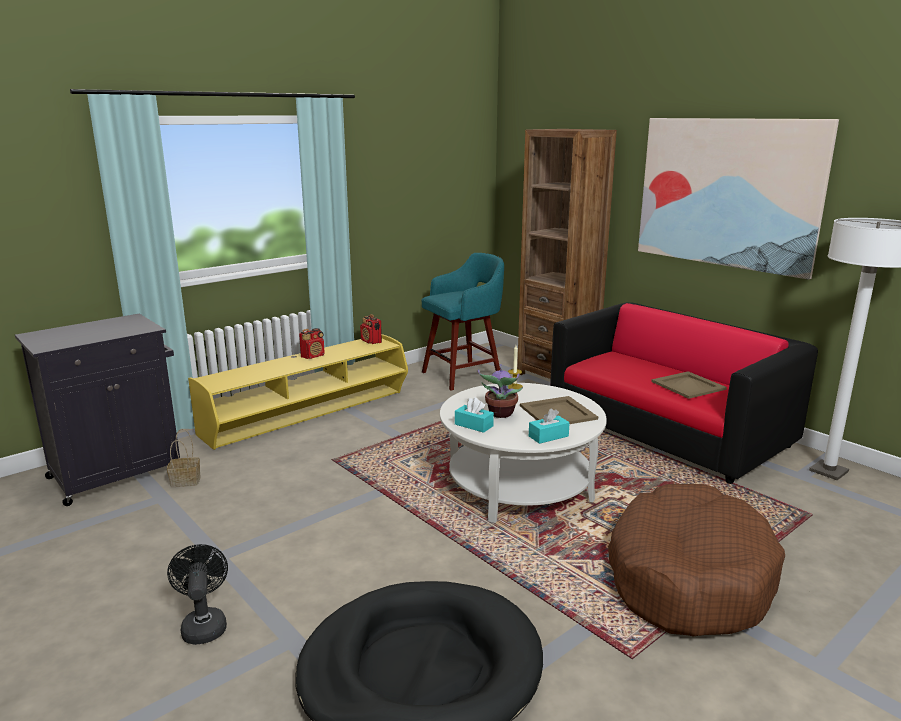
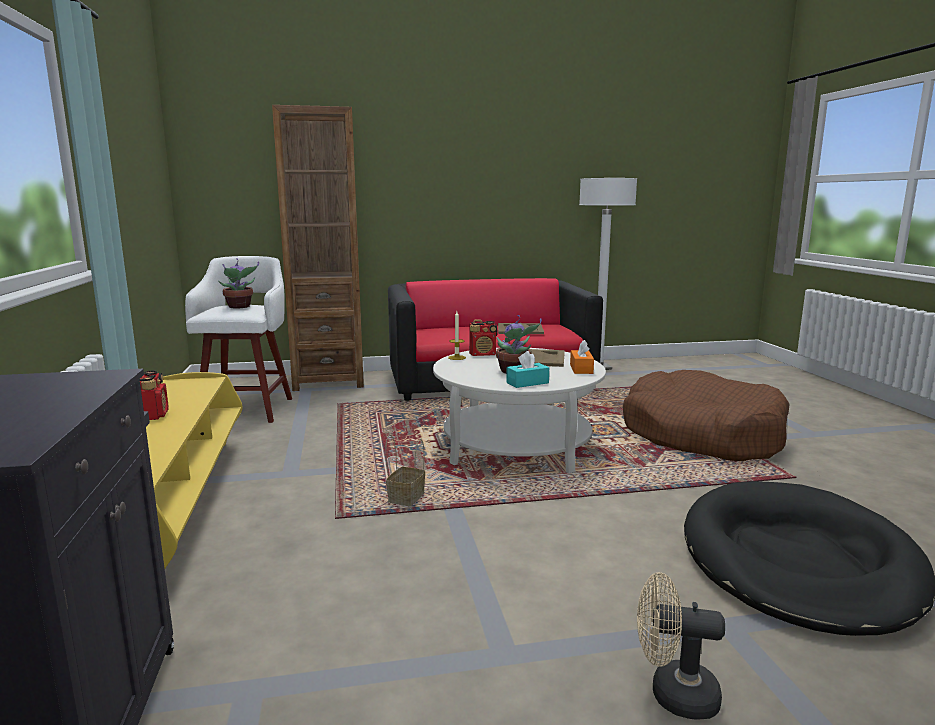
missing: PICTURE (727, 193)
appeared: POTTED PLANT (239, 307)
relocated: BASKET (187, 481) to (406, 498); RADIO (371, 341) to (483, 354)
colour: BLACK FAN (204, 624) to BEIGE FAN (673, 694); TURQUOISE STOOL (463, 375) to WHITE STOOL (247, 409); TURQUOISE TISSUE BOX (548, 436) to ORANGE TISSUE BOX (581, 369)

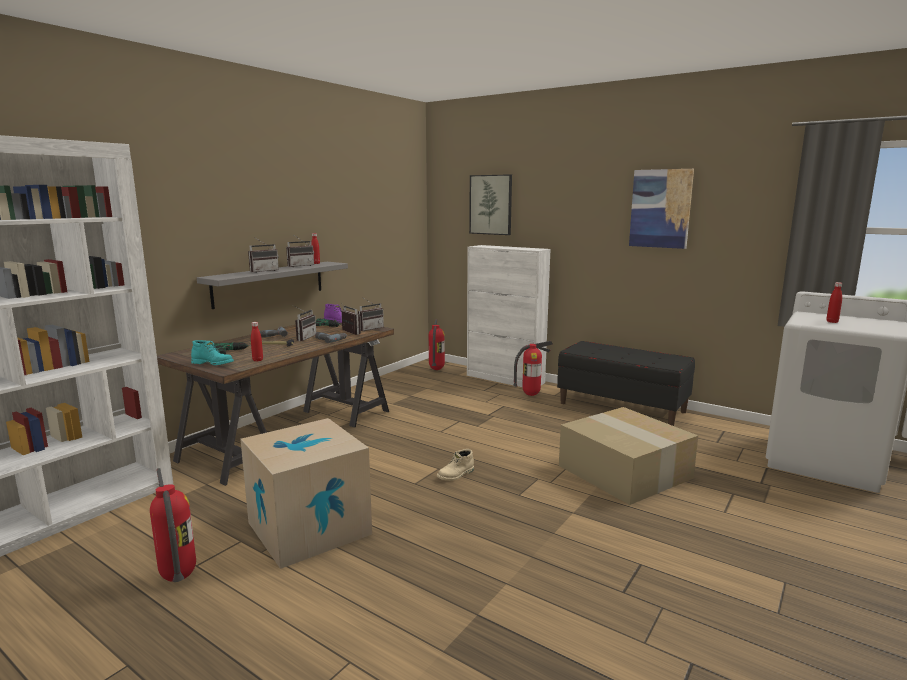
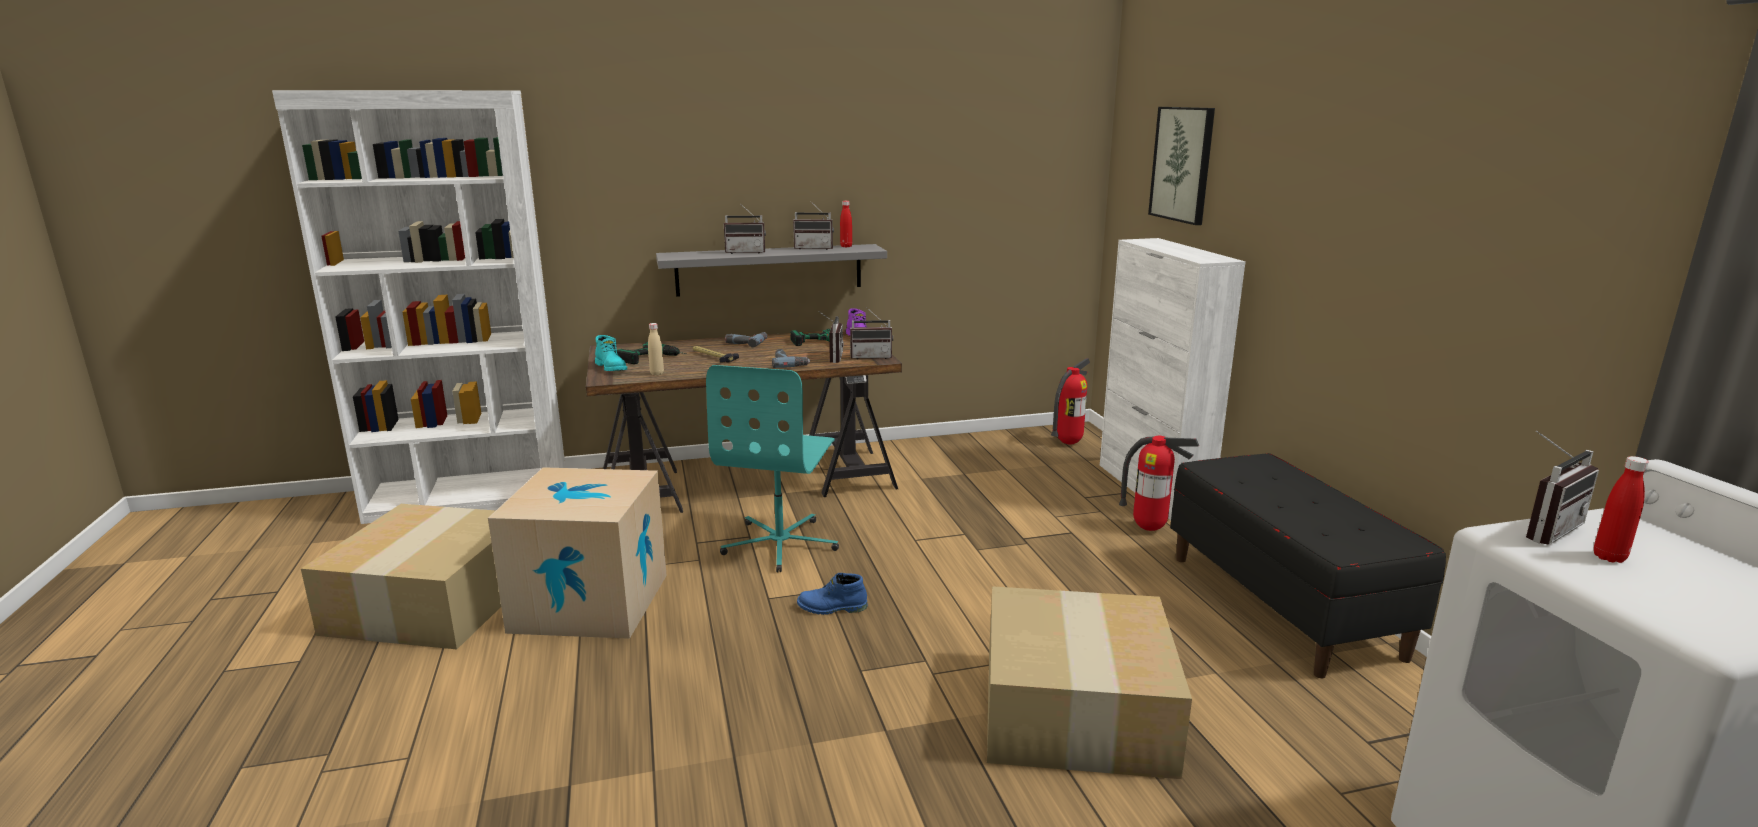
missing: PICTURE (660, 208)
appeared: TURQUOISE OFFICE CHAIR (781, 544)
relocated: RADIO (303, 338) to (1542, 528)
exchanged: FIRE EXTINGUISHER (177, 578) to CARDBOARD BOX (431, 601)
colour: RED BOTTLE (257, 360) to BEIGE BOTTLE (657, 374); BEIGE BOOT (456, 475) to BLUE BOOT (832, 608)

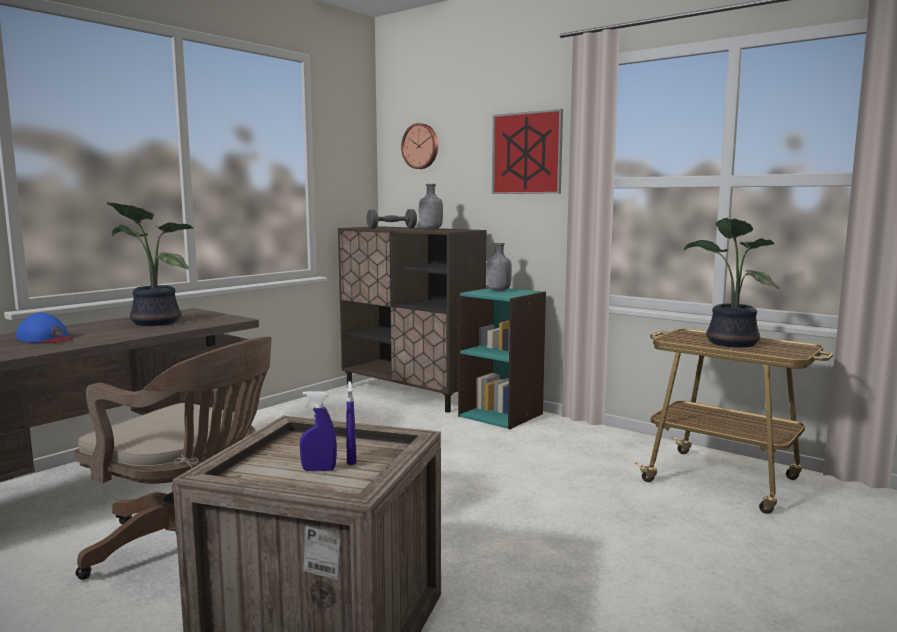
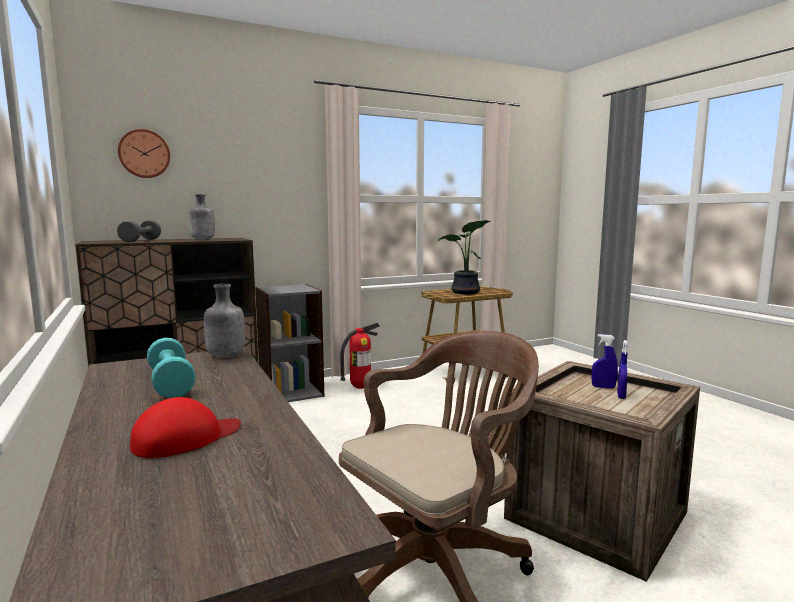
missing: PICTURE (527, 153)
appeared: FIRE EXTINGUISHER (360, 387)
relocated: GREY BOTTLE (498, 290) to (225, 356)
exchanged: POTTED PLANT (152, 322) to TURQUOISE DUMBBELL (171, 383)
colour: BLUE CAP (46, 338) to RED CAP (186, 438); TURQUOISE BOOKCASE (501, 415) to GREY BOOKCASE (291, 392)

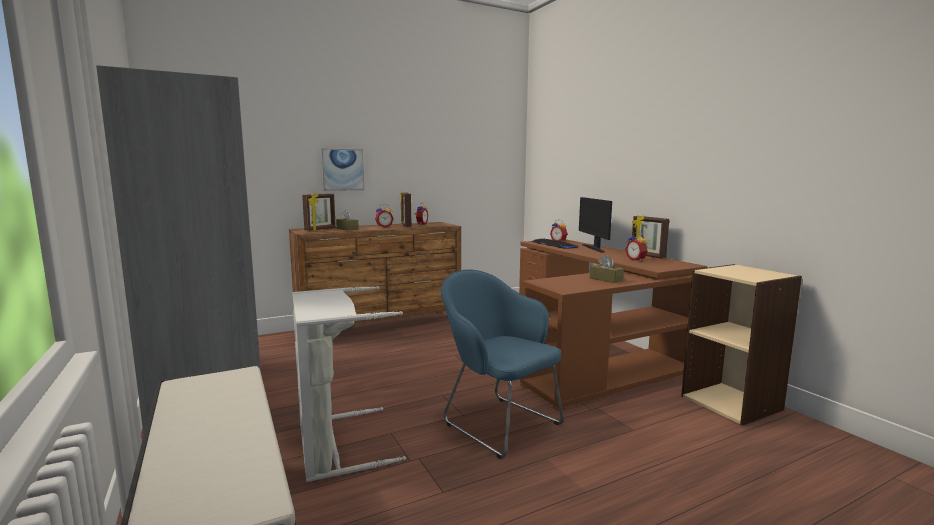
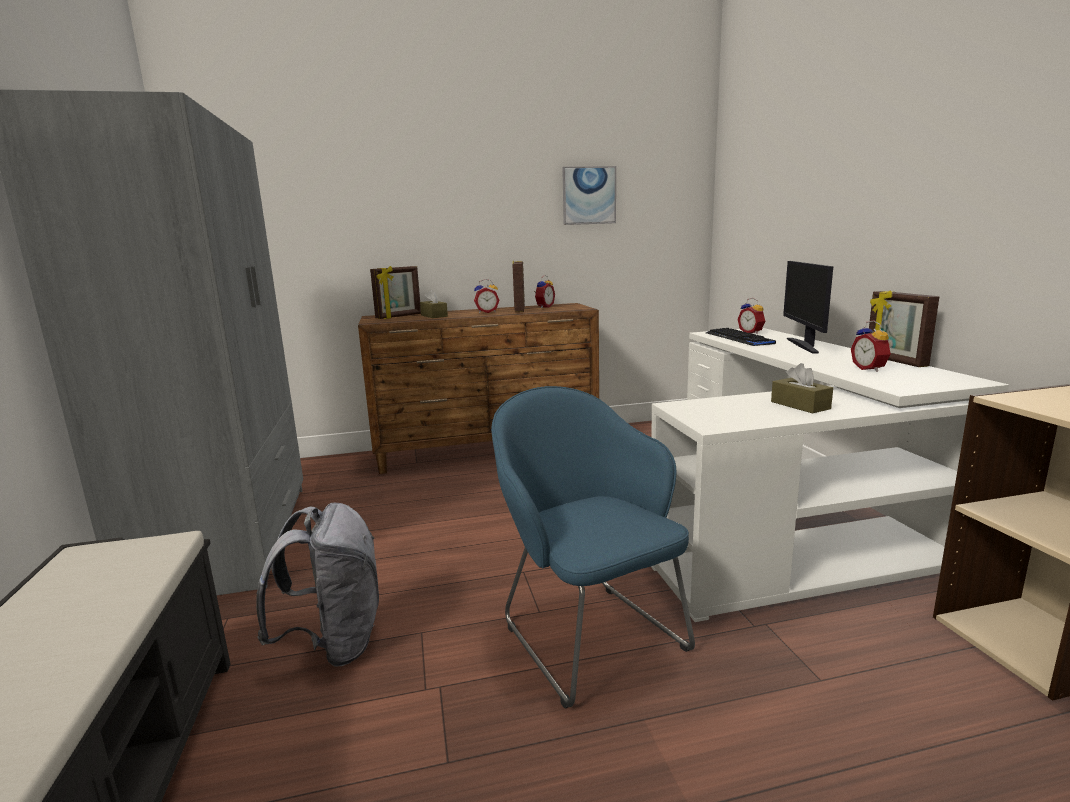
relocated: PICTURE (342, 169) to (589, 195)
exchanged: GREY LAUNDRY BASKET (334, 445) to GREY BACKPACK (335, 643)
colour: BROWN DESK (592, 354) to WHITE DESK (787, 518)

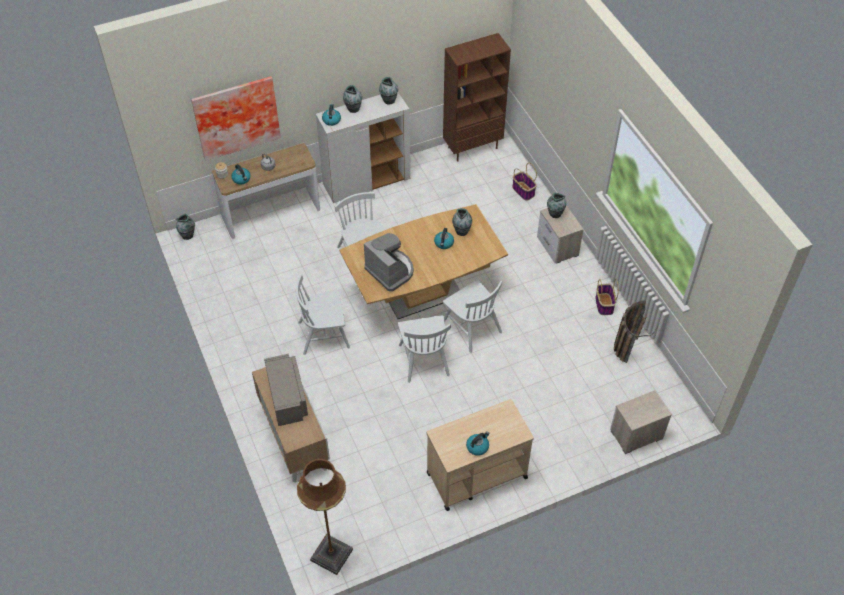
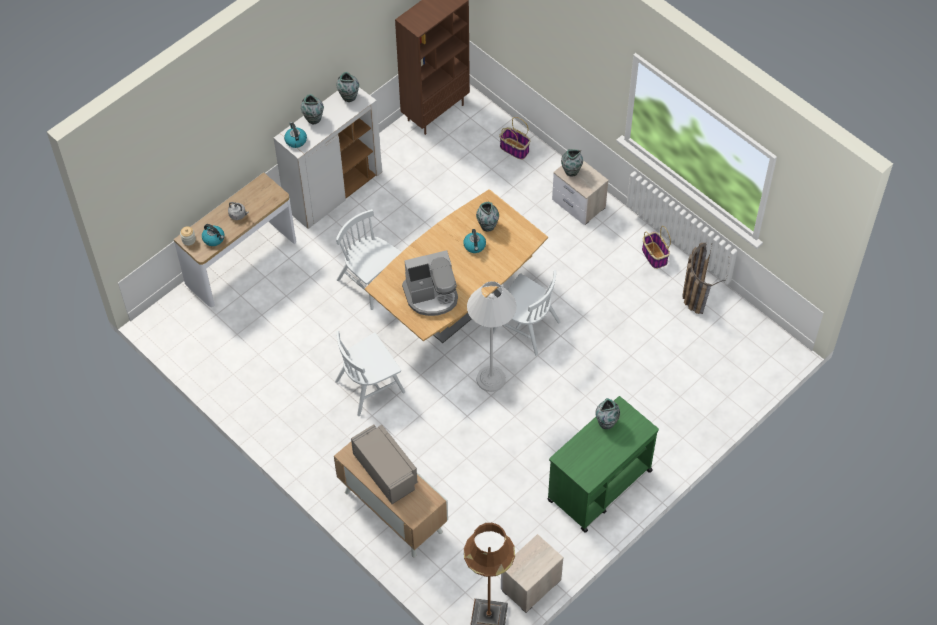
missing: PICTURE (236, 116); KETTLE (477, 447)
relocated: VASE (188, 235) to (606, 422); NIGHTSTAND (635, 434) to (530, 585)
exchanged: WHITE CHAIR (424, 359) to WHITE FLOOR LAMP (491, 379)
colour: BEIGE CART (476, 475) to GREEN CART (599, 485)
spun: COFFEE MACHINE (390, 271) = (431, 295) 135 degrees clockwise

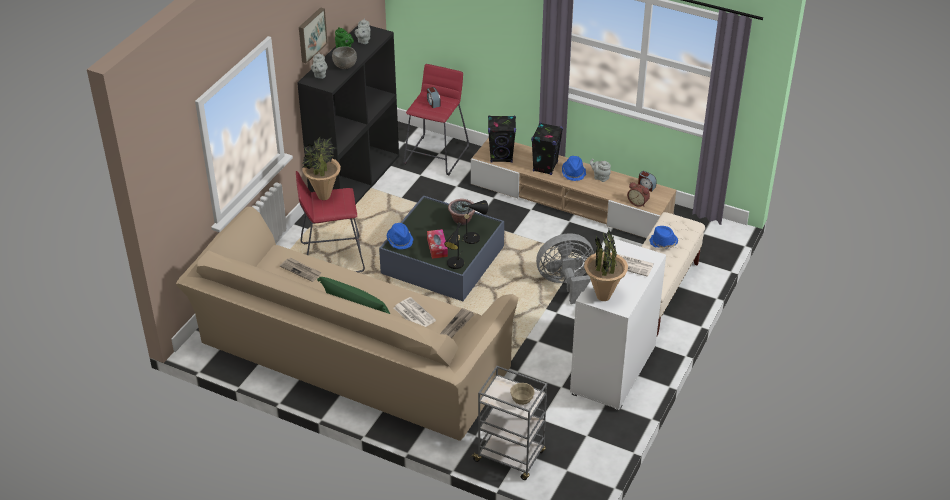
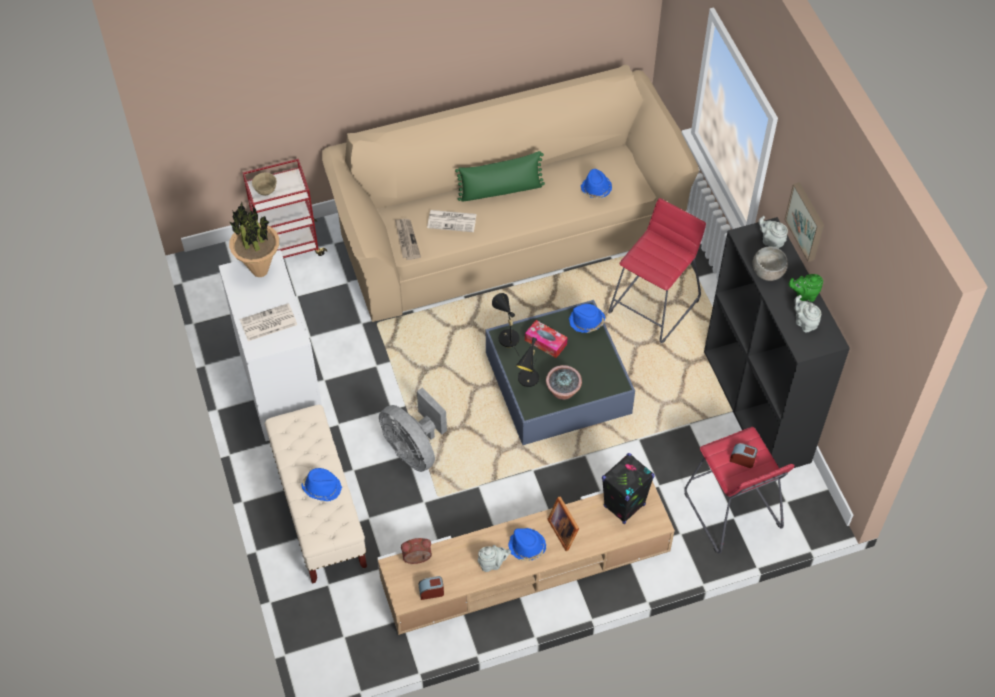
missing: POTTED PLANT (324, 196)
exchanged: NEWSPAPER (301, 270) to BLUE HAT (596, 189); BLACK SPEAKER (545, 167) to PICTURE FRAME (564, 530)
colour: GREY CART (510, 457) to RED CART (288, 247)
spun: GREY FAN (567, 285) = (414, 449) 105 degrees clockwise

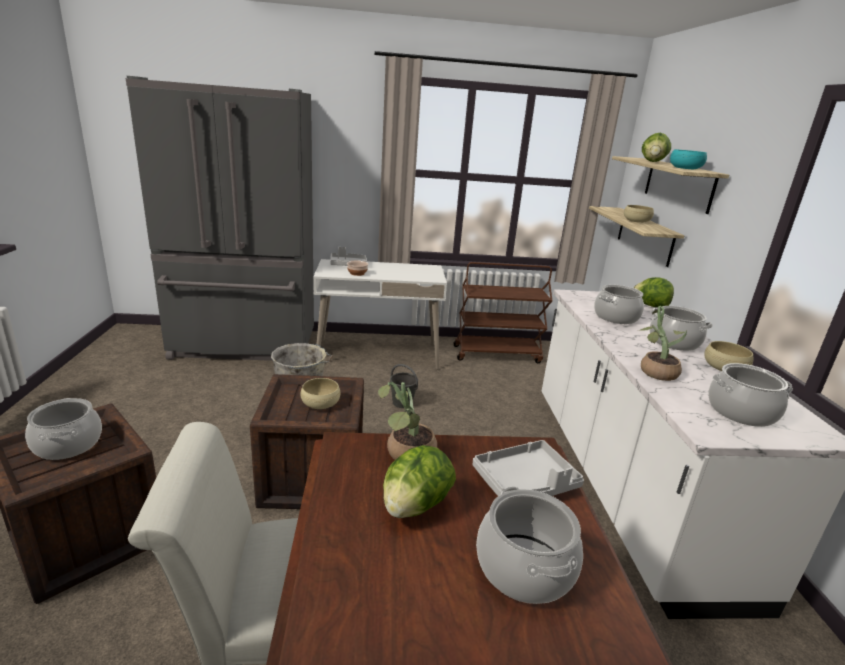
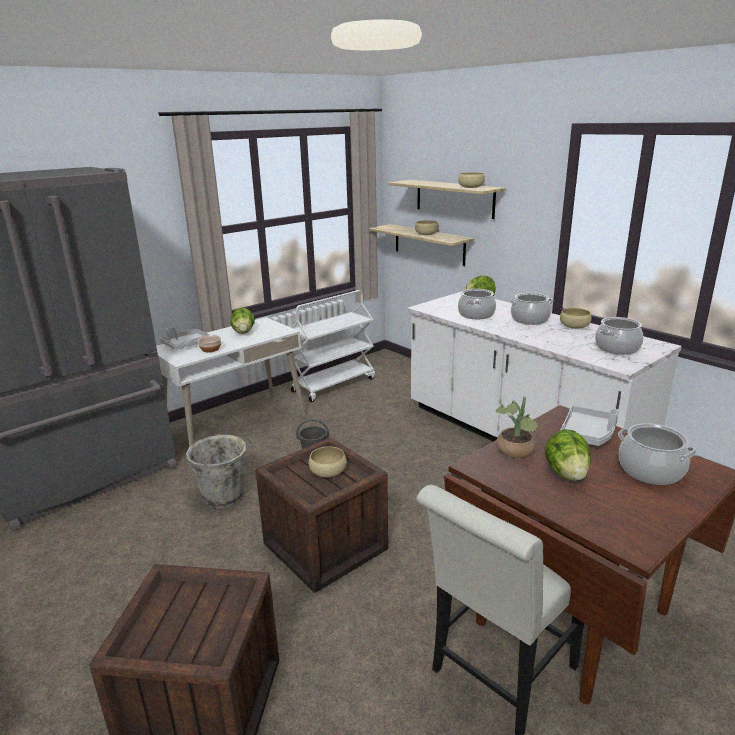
missing: COOKING POT (68, 444); POTTED PLANT (654, 371)
relocated: LETTUCE (653, 162) to (244, 332)
colour: BROWN CART (497, 354) to WHITE CART (334, 384); TURQUOISE BOWL (685, 168) to BEIGE BOWL (470, 187)

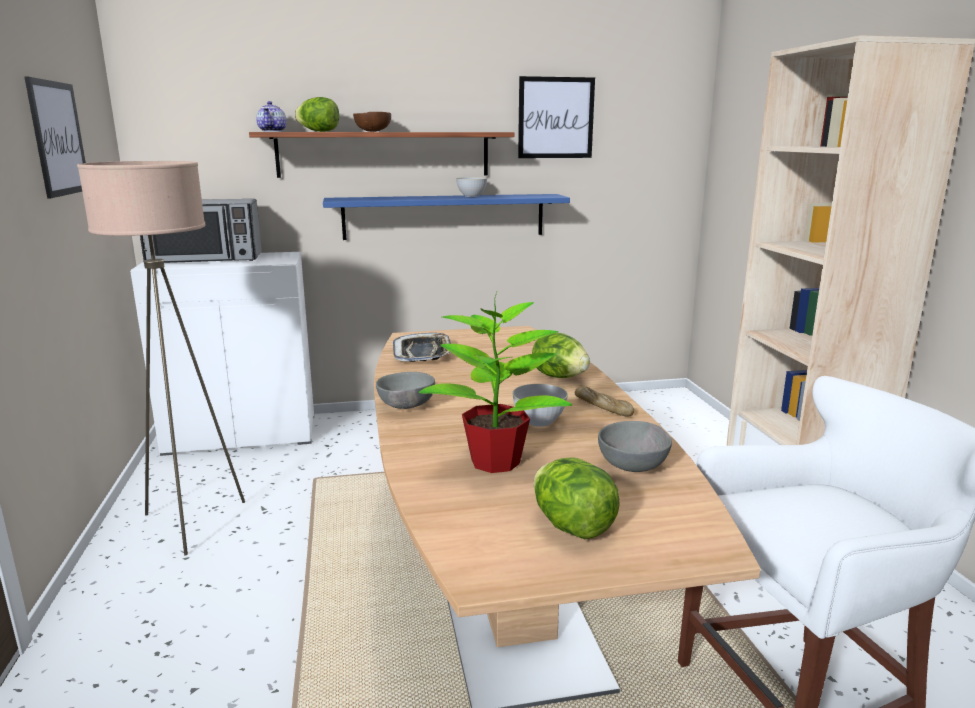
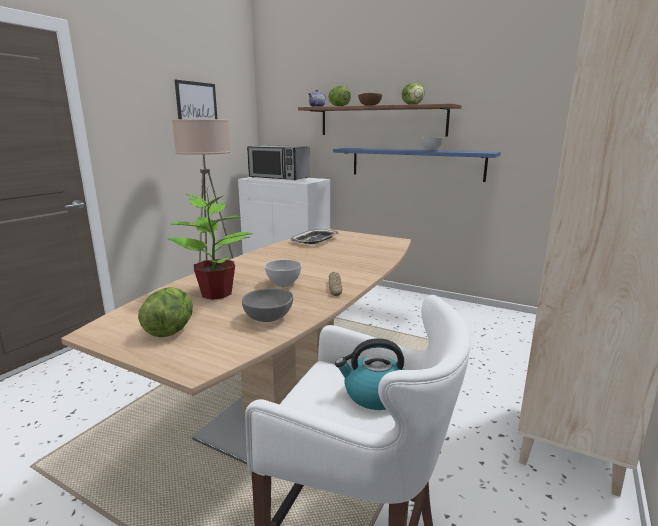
missing: GREY BOWL (405, 407); PICTURE (556, 118)
appeared: KETTLE (374, 395)
relocated: LETTUCE (559, 376) to (413, 105)

